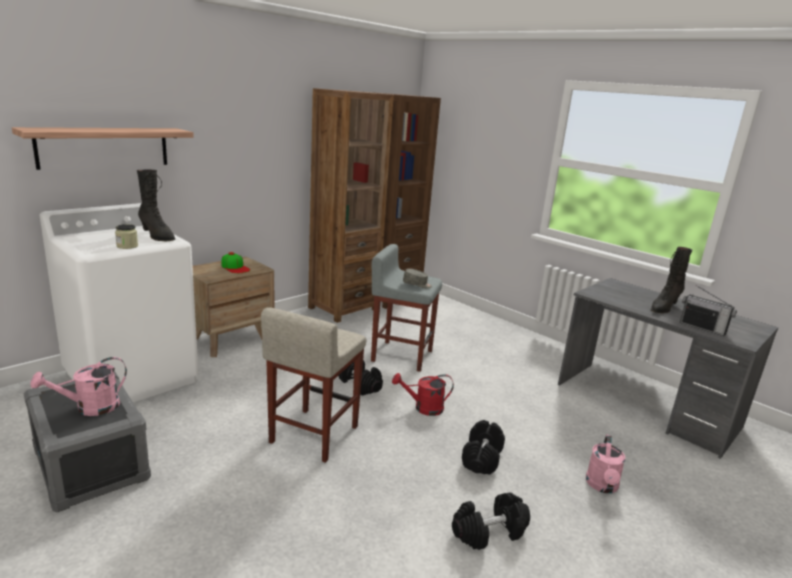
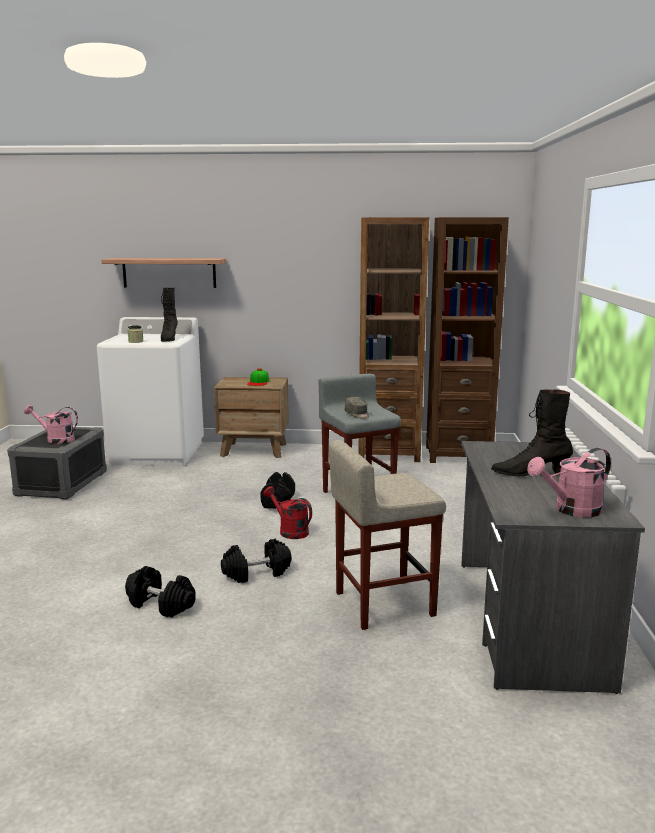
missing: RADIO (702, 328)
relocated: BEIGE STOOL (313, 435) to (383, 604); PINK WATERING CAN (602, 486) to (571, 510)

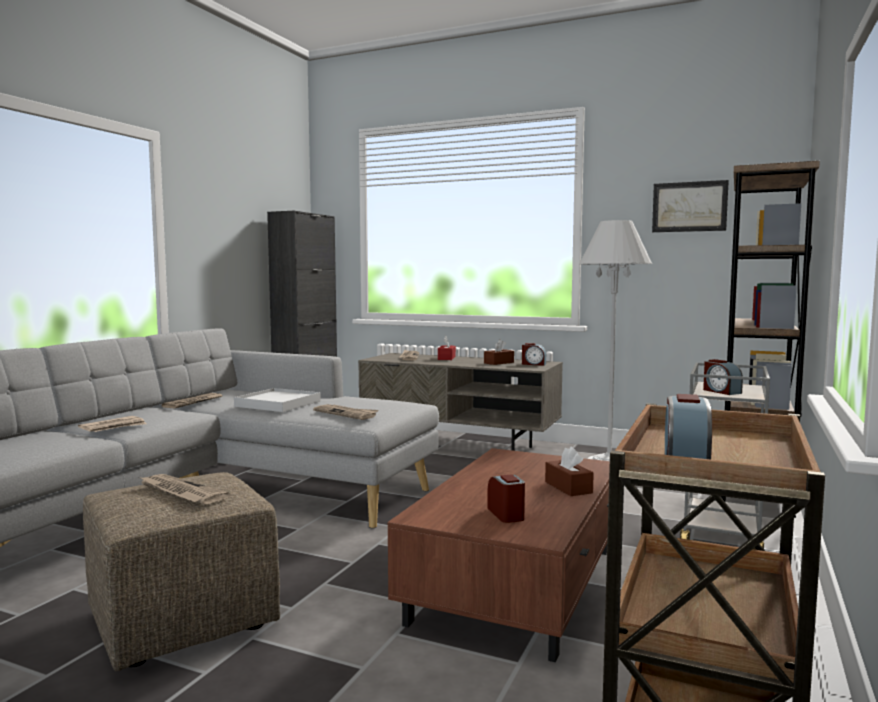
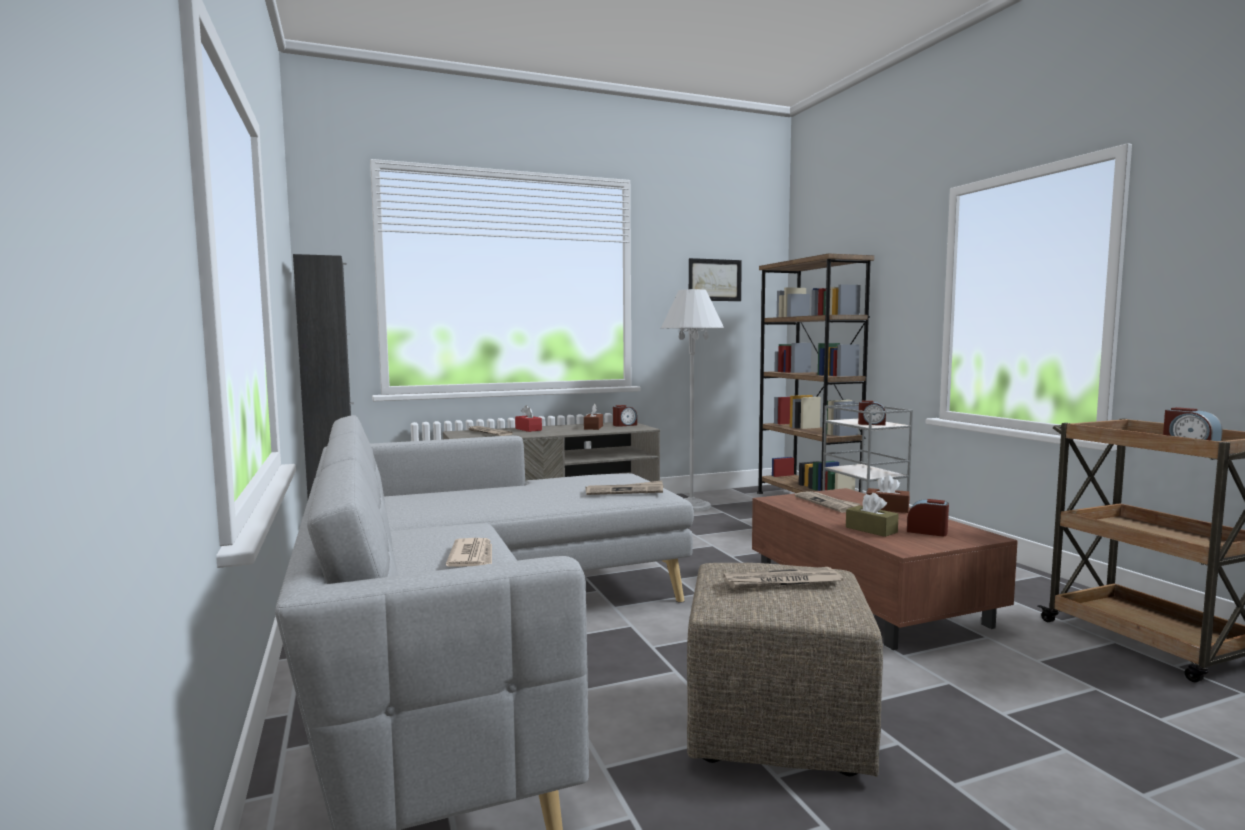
missing: WHITE TRAY (278, 404)
appeared: BROWN TISSUE BOX (871, 530)
relocated: NEWSPAPER (193, 402) to (827, 503)

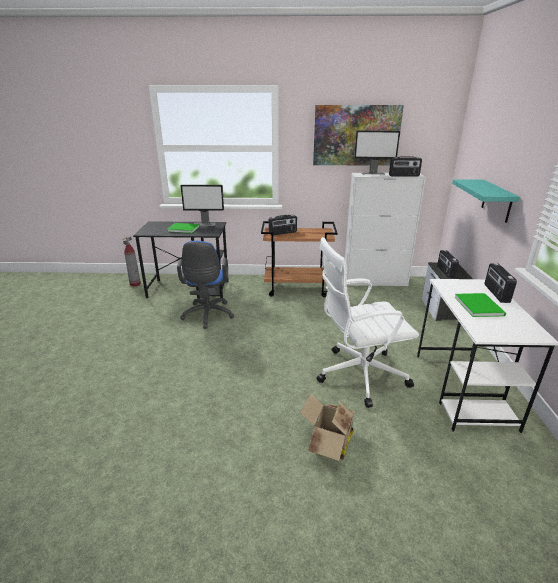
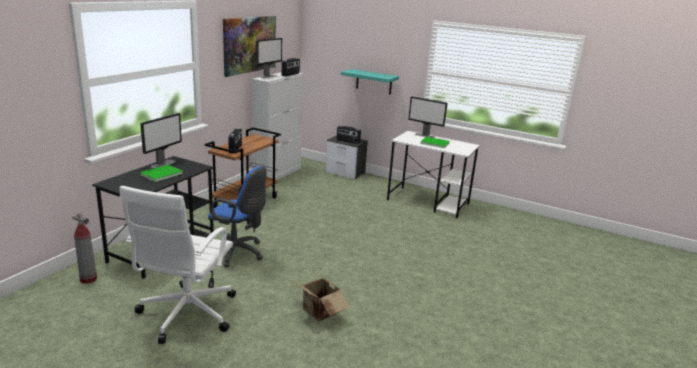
relocated: CARDBOARD BOX (328, 444) to (319, 313); WHITE OFFICE CHAIR (359, 375) to (186, 314)
exchanged: RADIO (496, 293) to MONITOR (424, 136)

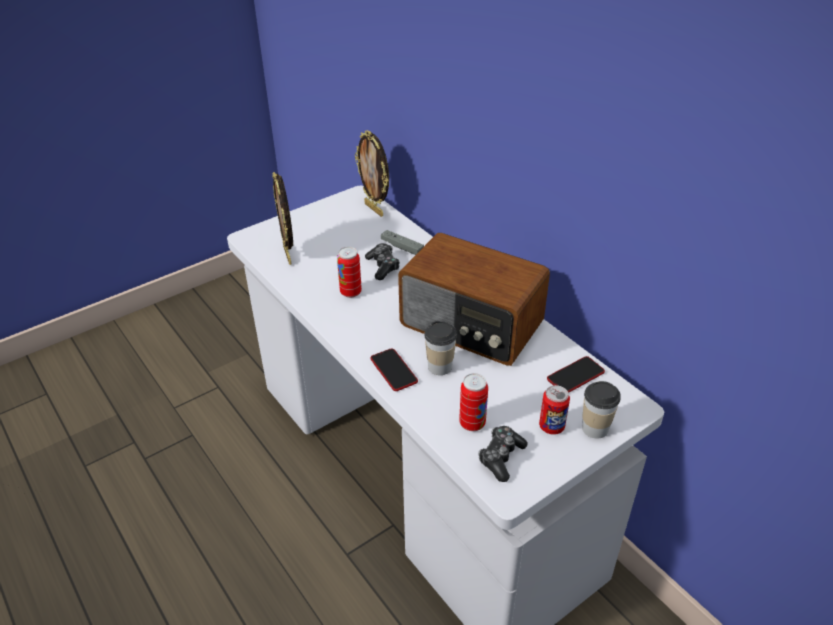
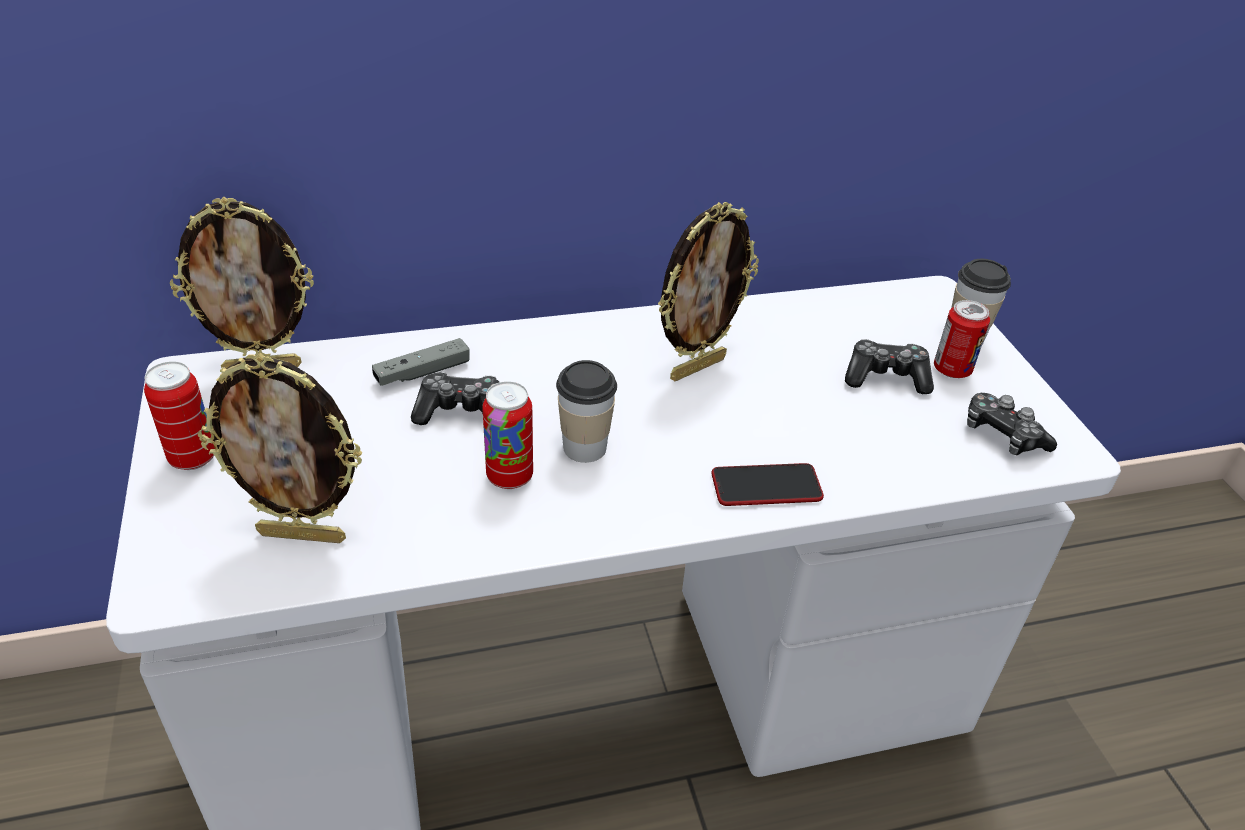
missing: PHONE (575, 376)
appeared: GAME CONTROLLER (886, 377)
relocated: CUP (440, 367) to (584, 447); CAN (472, 423) to (193, 458)
exchanged: RADIO (471, 325) to PICTURE FRAME (696, 367)

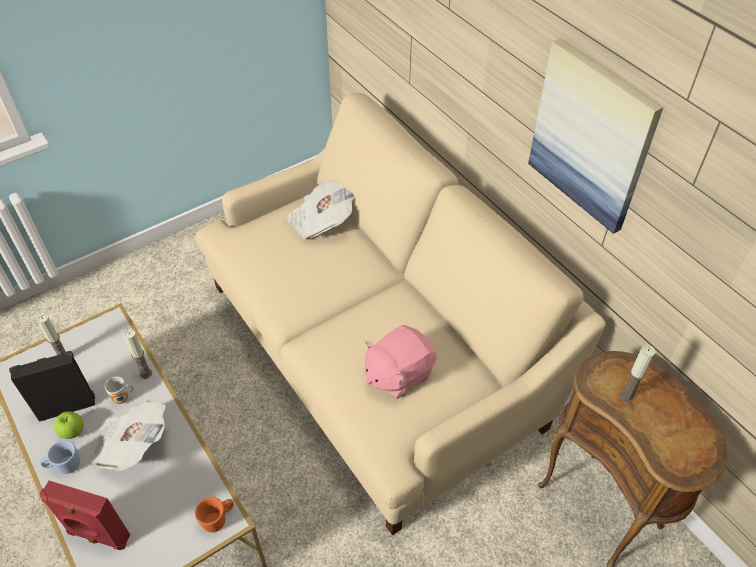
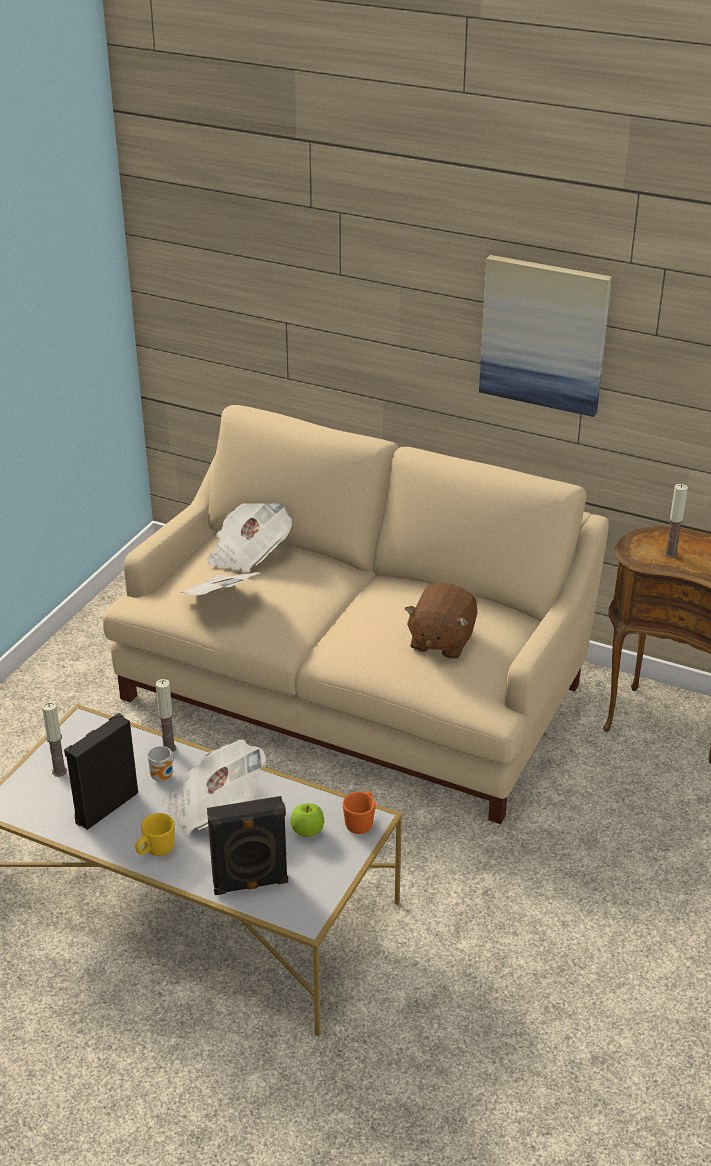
appeared: NEWSPAPER (220, 602)
relocated: APPLE (72, 431) to (307, 832)
colour: RED SPEAKER (98, 535) to BLACK SPEAKER (250, 884); BLUE MUG (64, 466) to YELLOW MUG (155, 851); PINK PLUSH TOY (398, 373) to BROWN PLUSH TOY (441, 641)

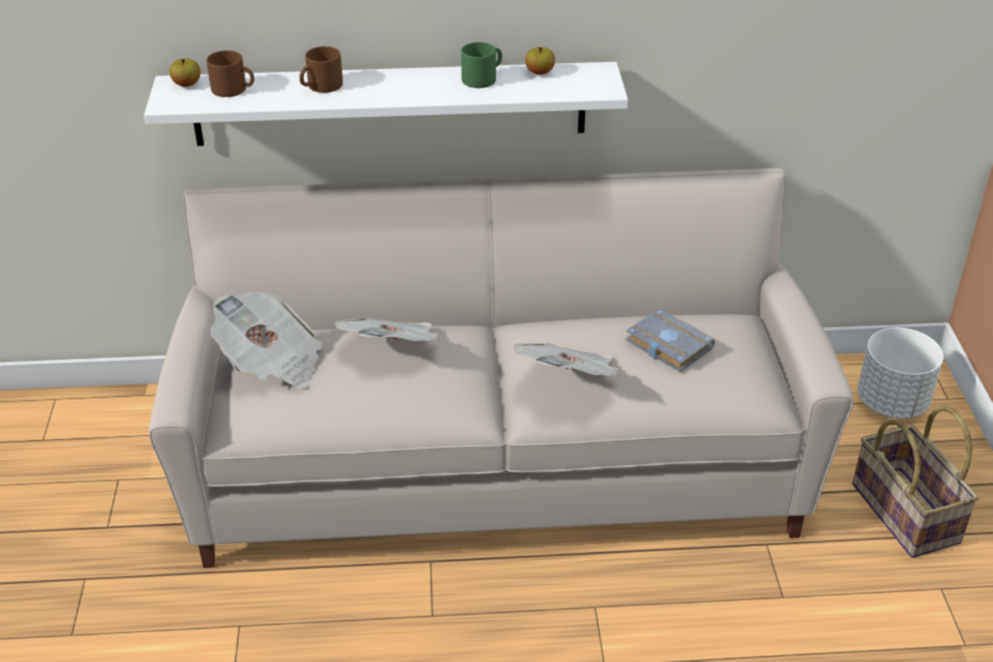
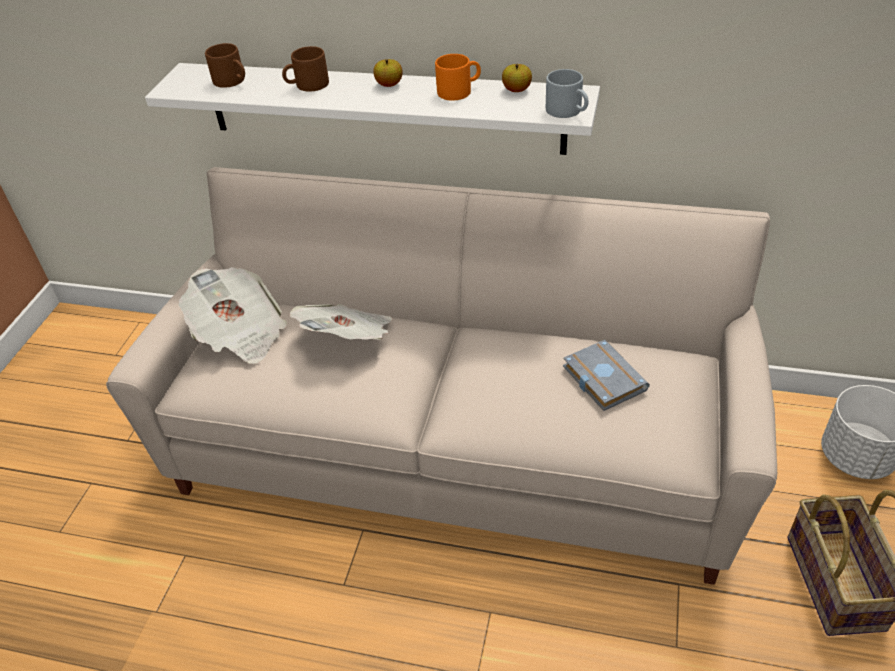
missing: NEWSPAPER (570, 380)
appeared: GREY MUG (568, 111)
relocated: APPLE (187, 84) to (389, 85)
colour: GREEN MUG (483, 78) to ORANGE MUG (459, 90)

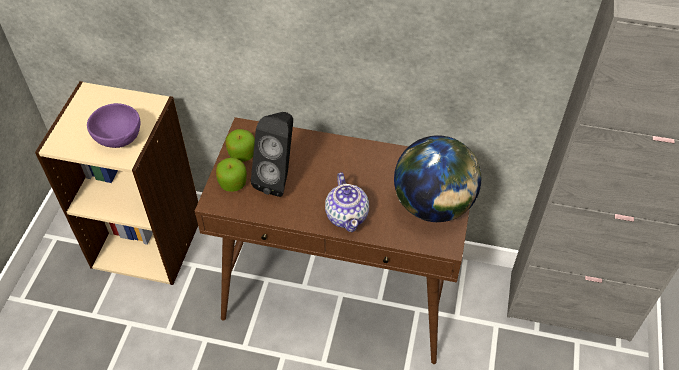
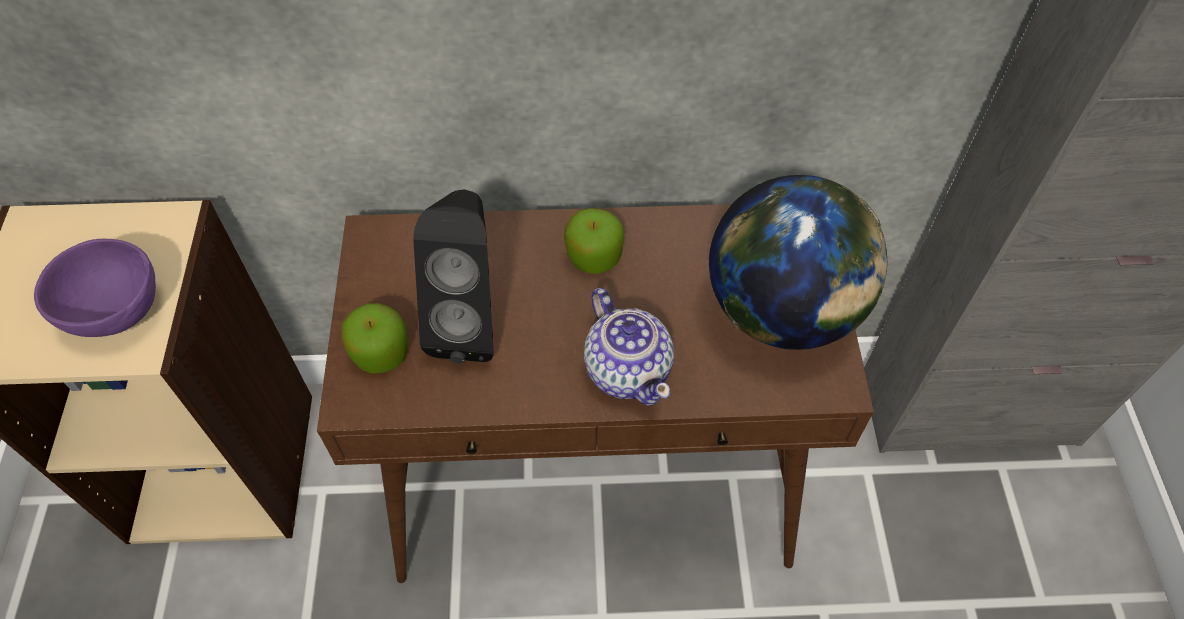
relocated: APPLE (242, 154) to (593, 256)

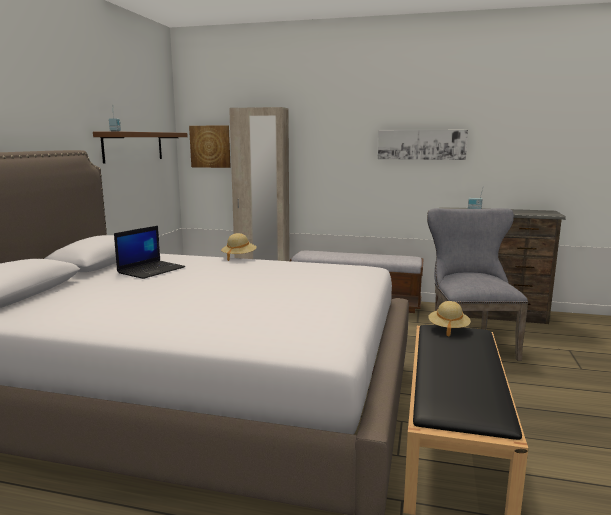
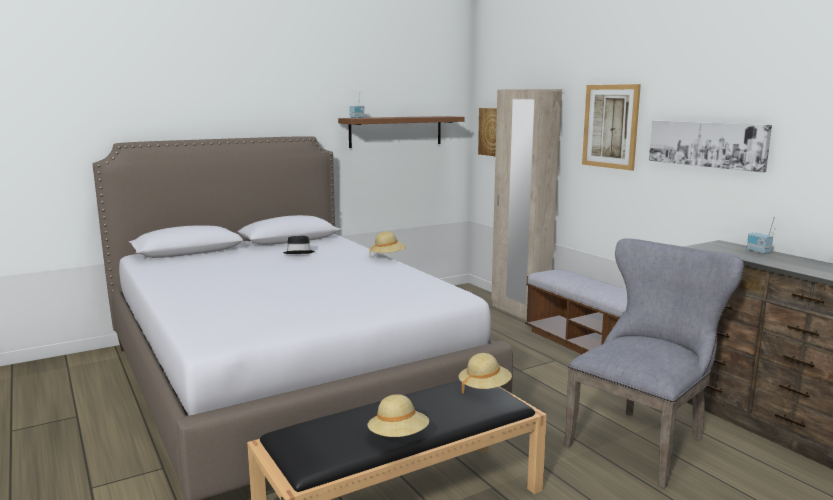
appeared: BEIGE HAT (398, 436); PICTURE (610, 126)
exchanged: LAPTOP (151, 270) to BLACK HAT (299, 252)

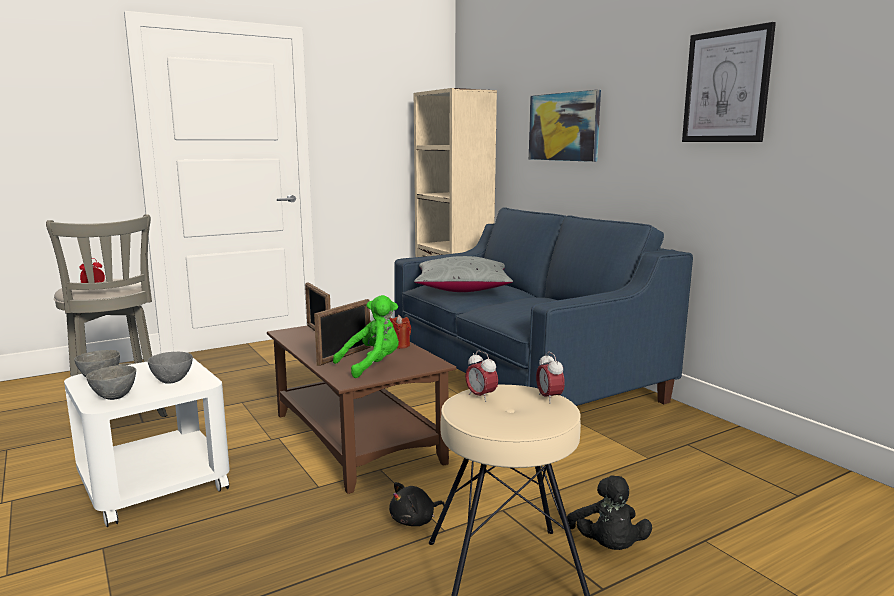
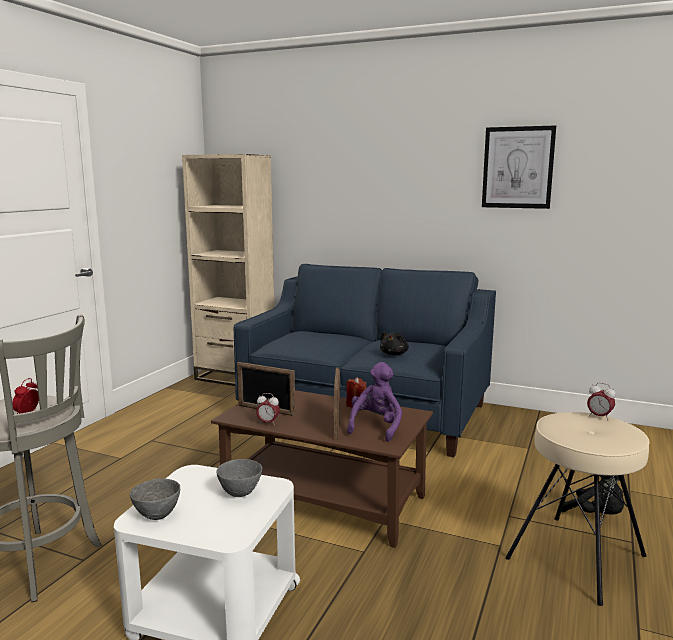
missing: GREY BOWL (114, 397); GREY PILLOW (462, 289); PICTURE (564, 127)
relocated: BLACK PLUSH TOY (415, 520) to (394, 354); ALARM CLOCK (481, 397) to (268, 423)
colour: GREEN PLUSH TOY (372, 365) to PURPLE PLUSH TOY (376, 427)

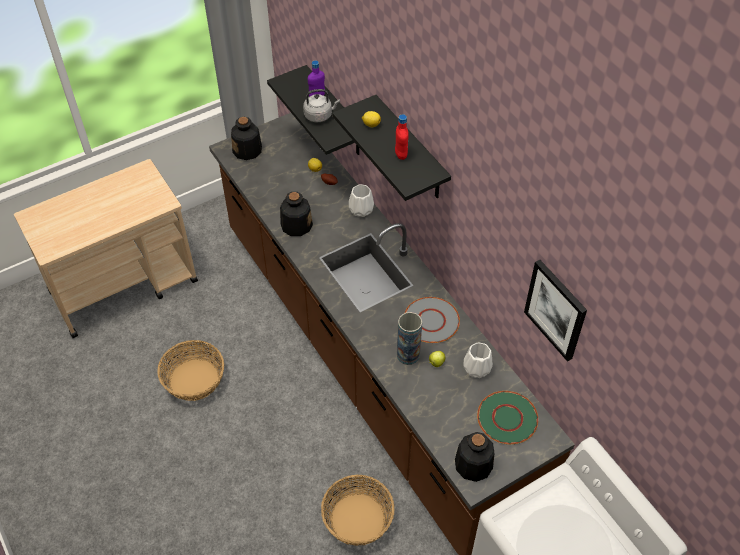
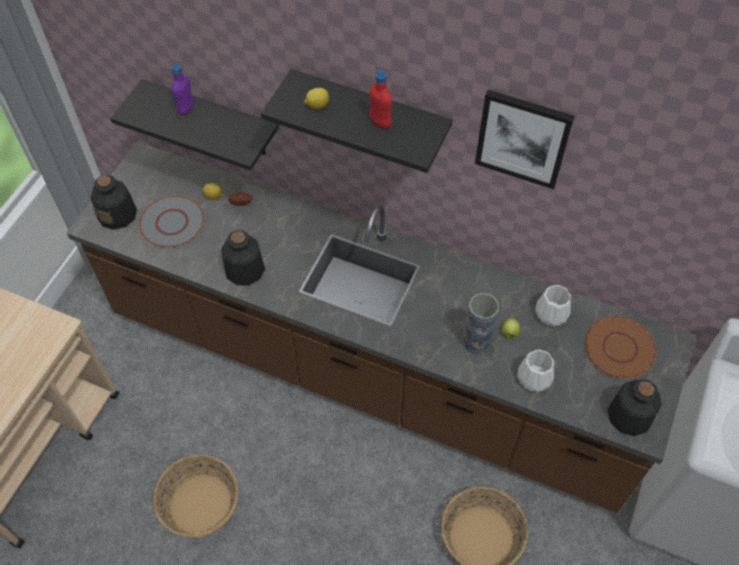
missing: GREY KETTLE (319, 115)
relocated: WHITE VASE (360, 209) to (533, 379); GREY PLATE (431, 321) to (172, 223); PICTURE (556, 309) to (523, 138)
colour: GREEN PLATE (507, 418) to BROWN PLATE (620, 348)

